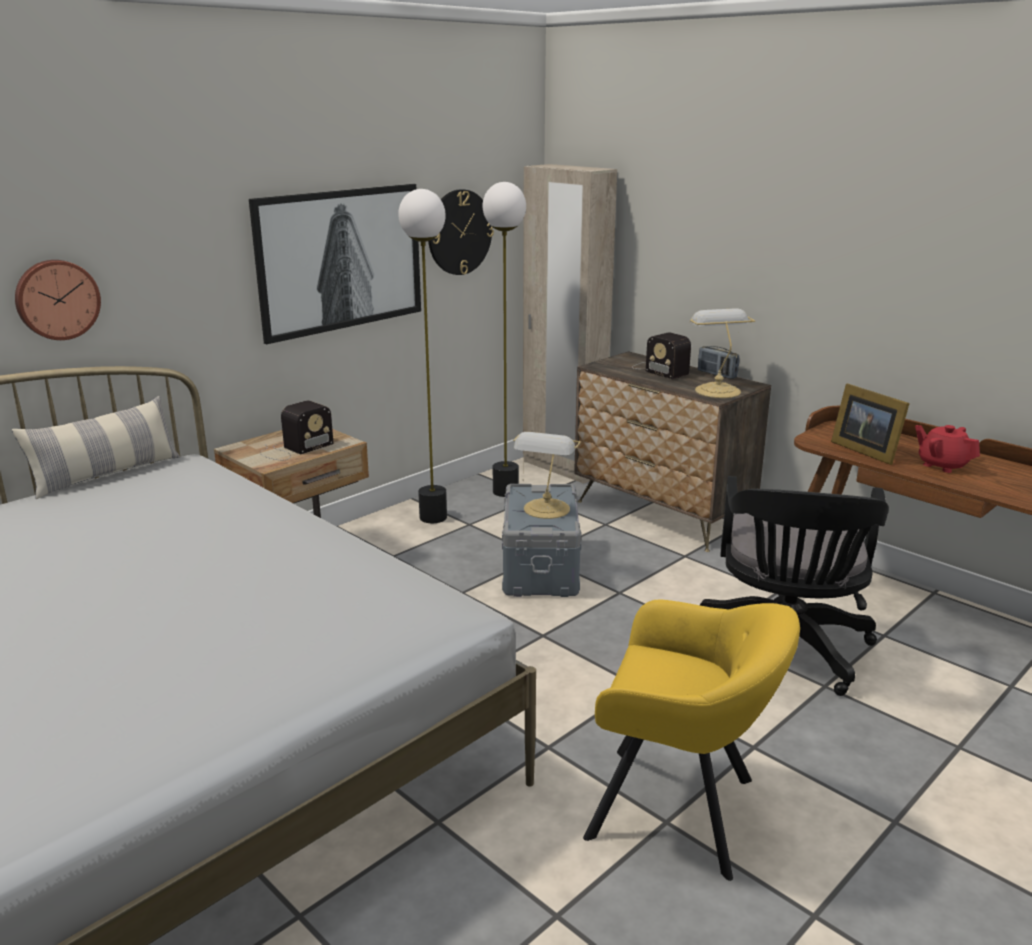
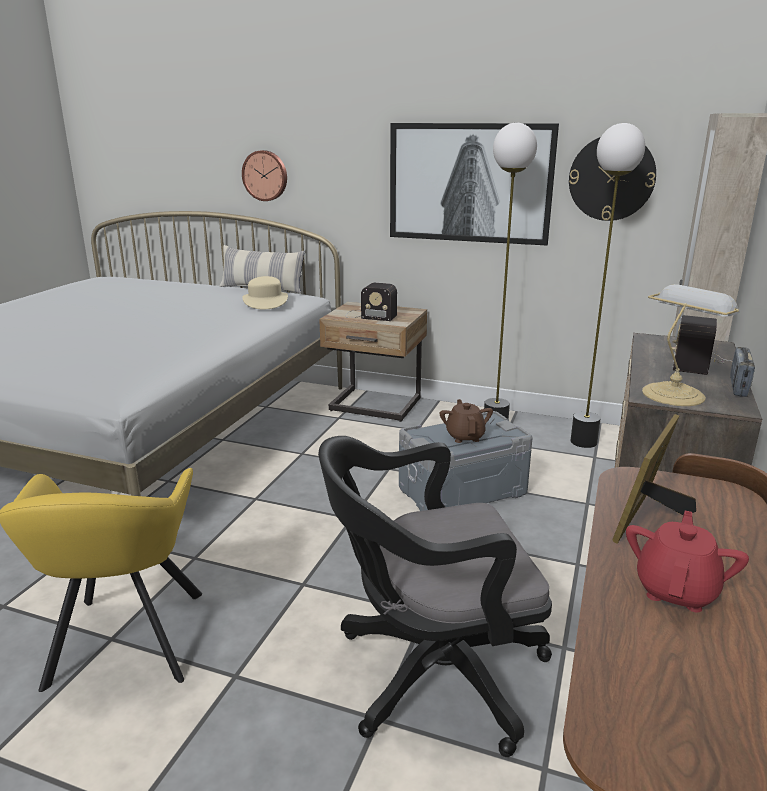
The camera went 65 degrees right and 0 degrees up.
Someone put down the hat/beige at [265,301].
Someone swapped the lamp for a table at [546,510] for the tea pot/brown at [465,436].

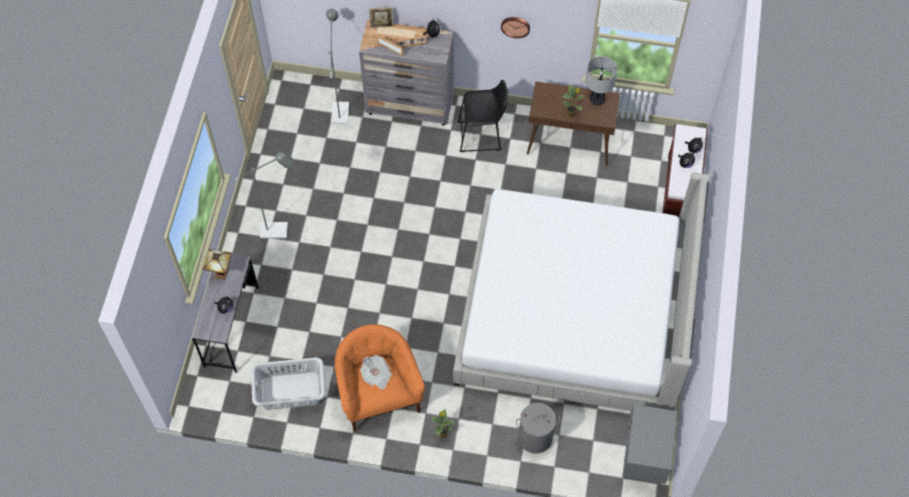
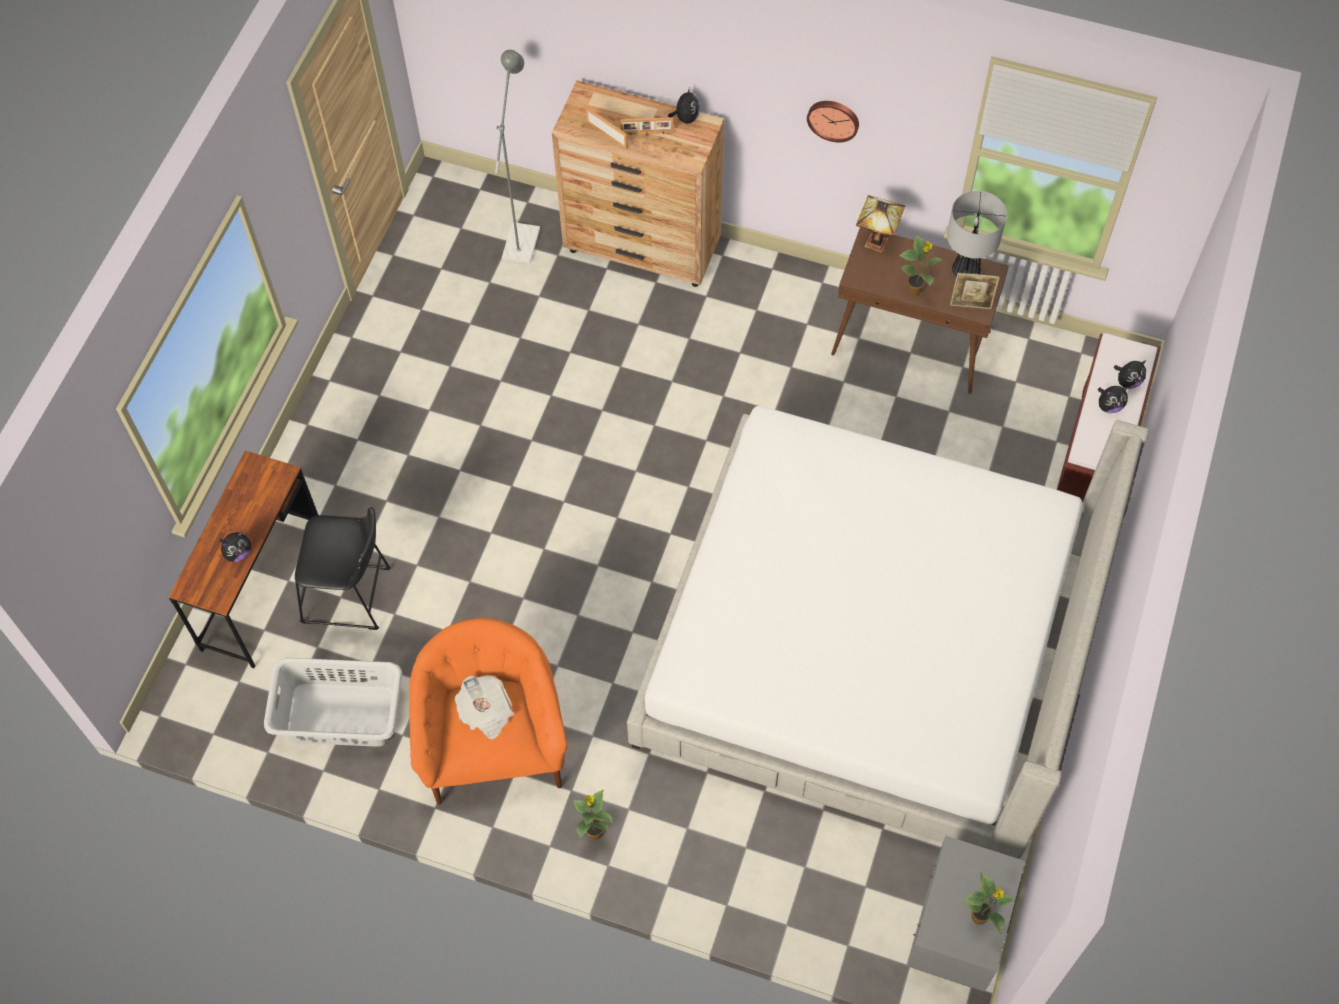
The camera went 10 degrees right and 0 degrees up.
Someone took away the standard lamp/gray at [279,230].
Someone took away the washing basket/gray at [535,437].
Someone put down the houseplant at [980,917].
Someone carried the lamp for a table from [220,272] to [875,241].
Someone carried the picture frame from [381,26] to [971,305].
Someone carried the stool seat/blackish from [482,136] to [352,596].
Someone repainted the desk table/gray at [231,327], which became the desk table/brown at [262,587].
Someone repainted the chest of drawers/gray at [410,106], which became the chest of drawers/brown at [643,247].

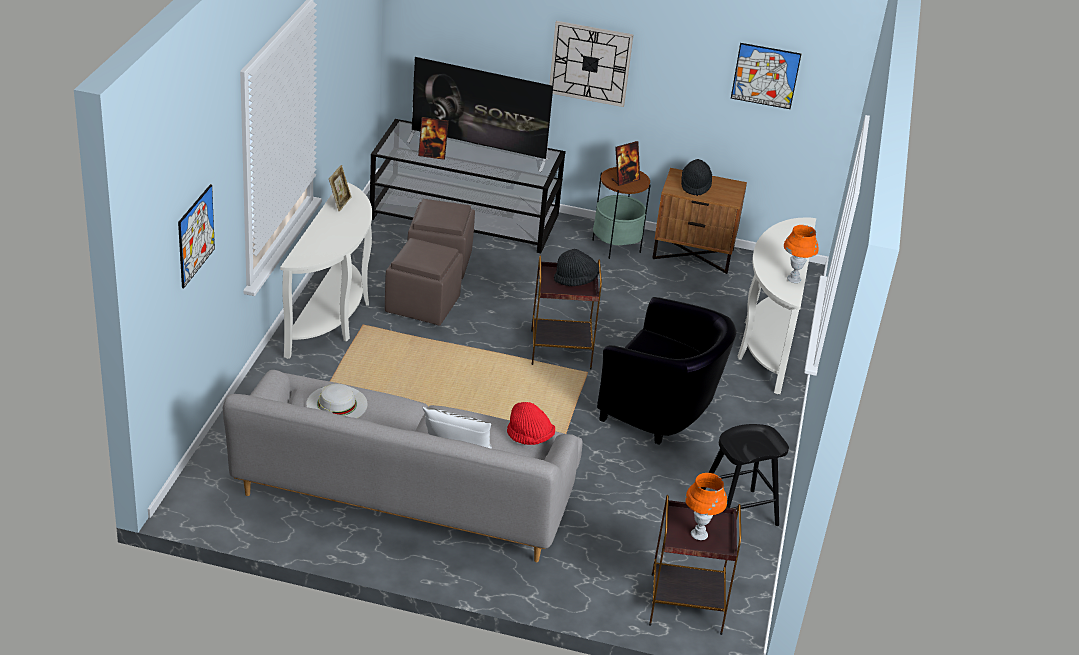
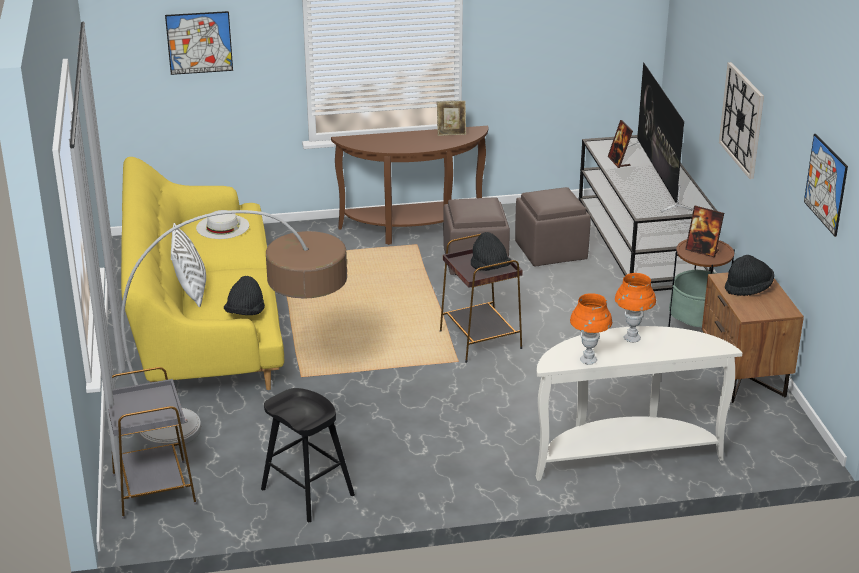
The camera went 70 degrees right and 5 degrees down.
Someone took away the lounge chair/blackish at [661,412].
Someone put down the standard lamp at [255,421].
Someone carried the lamp for a table/orangey from [699,534] to [632,338].
Someone repainted the settee/gray at [404,495], which became the settee/yellow-coloured at [205,320].
Someone repainted the hall table/white-coloured at [333,317], which became the hall table/brown at [414,231].
Someone repainted the hat/red at [530,438], which became the hat/blackish at [245,313].
Someone repainted the side table/brown at [685,603], which became the side table/gray at [154,489].

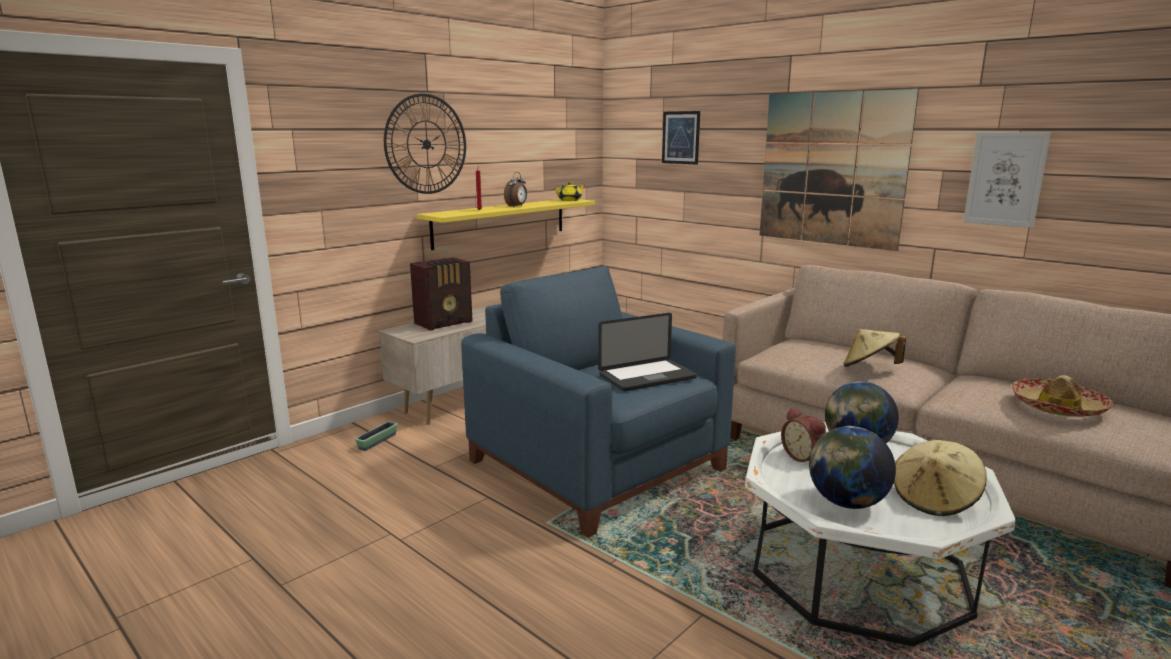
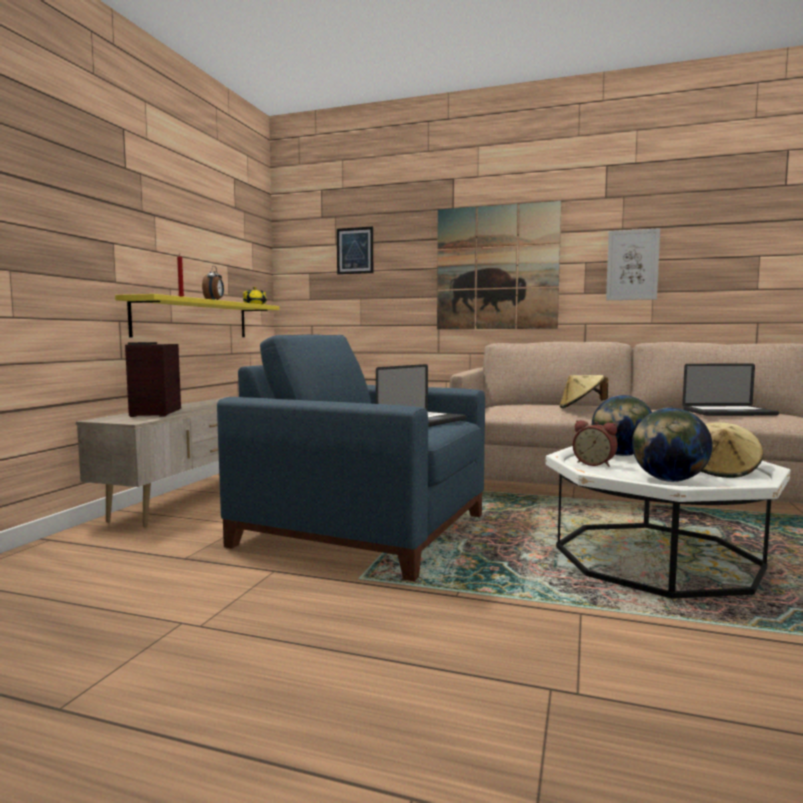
The camera went 25 degrees left and 10 degrees down.
Someone took away the planter at [377,441].
Someone took away the wall clock at [426,144].
Someone swapped the hat at [1058,407] for the laptop at [728,412].
Someone rotated the radio receiver at [445,323] by 150 degrees clockwise.

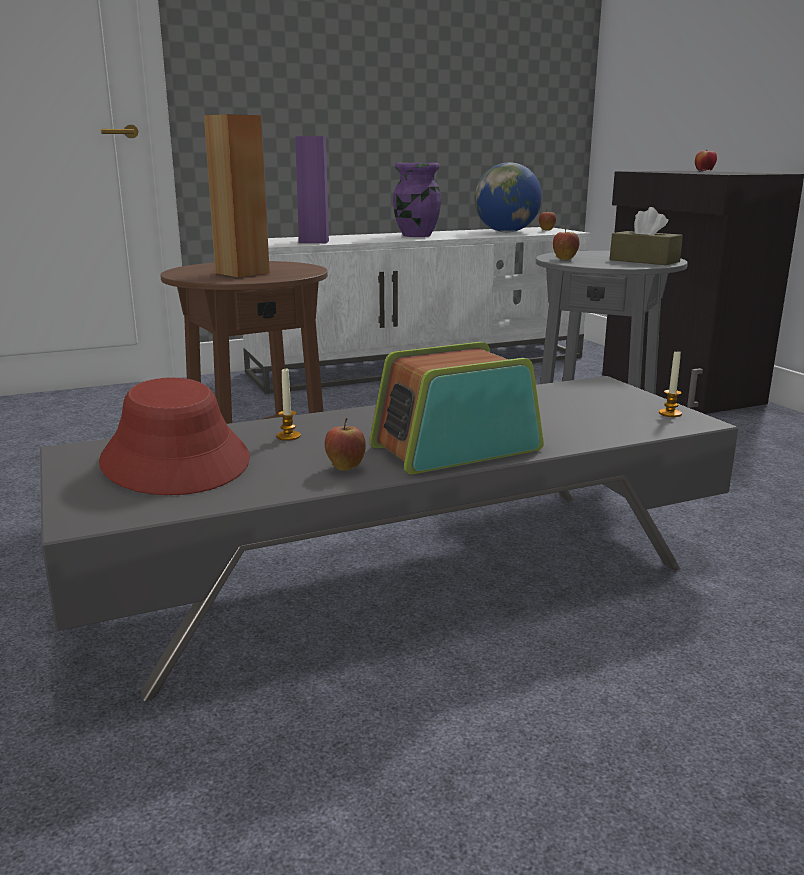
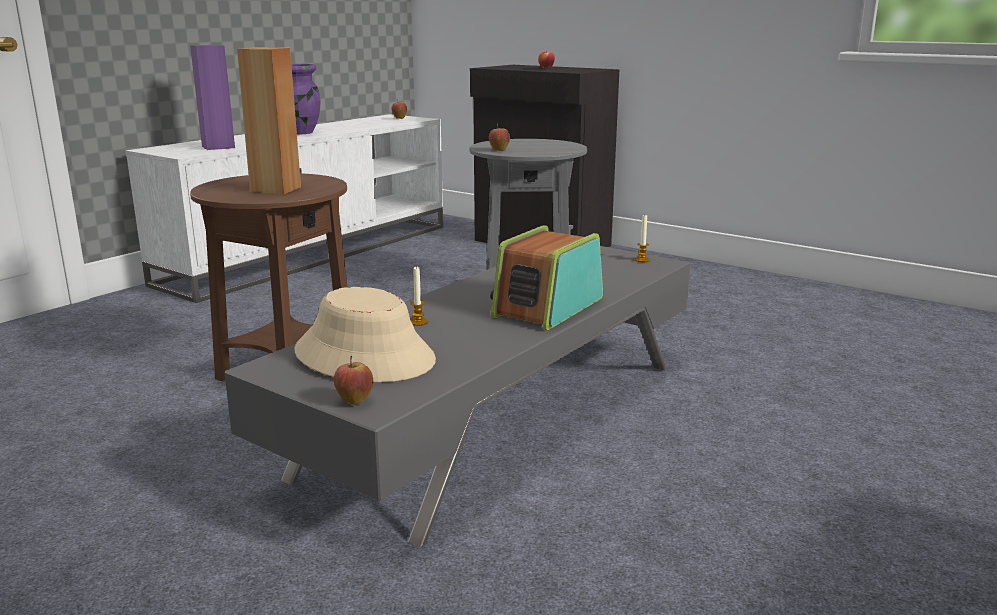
The camera went 30 degrees left and 0 degrees up.
Someone took away the desk globe at [506,232].
Someone took away the tissue holder/brown at [644,261].
Someone carried the apple from [345,468] to [354,401].
Someone repainted the hat/red at [176,460], which became the hat/beige at [365,356].

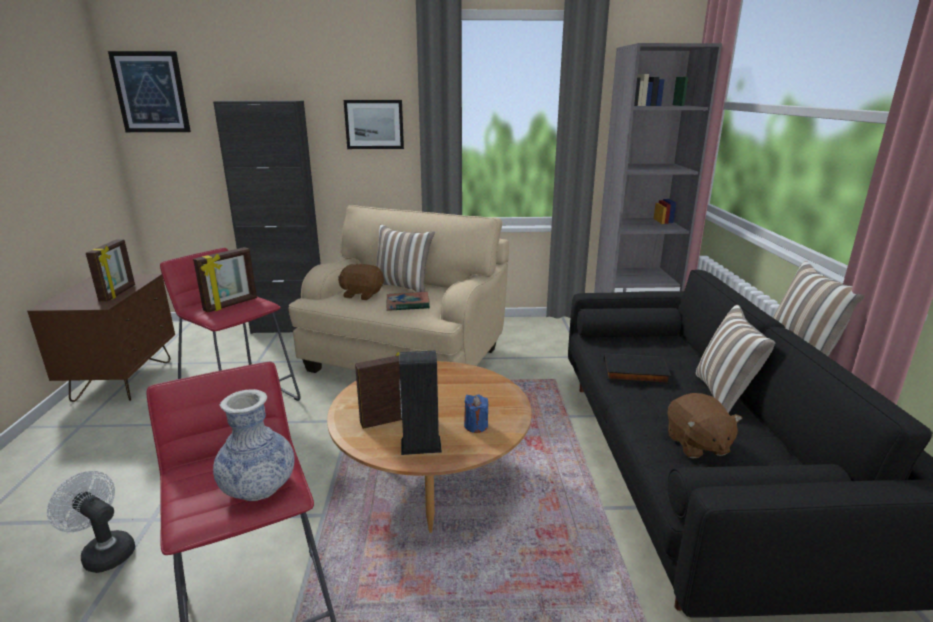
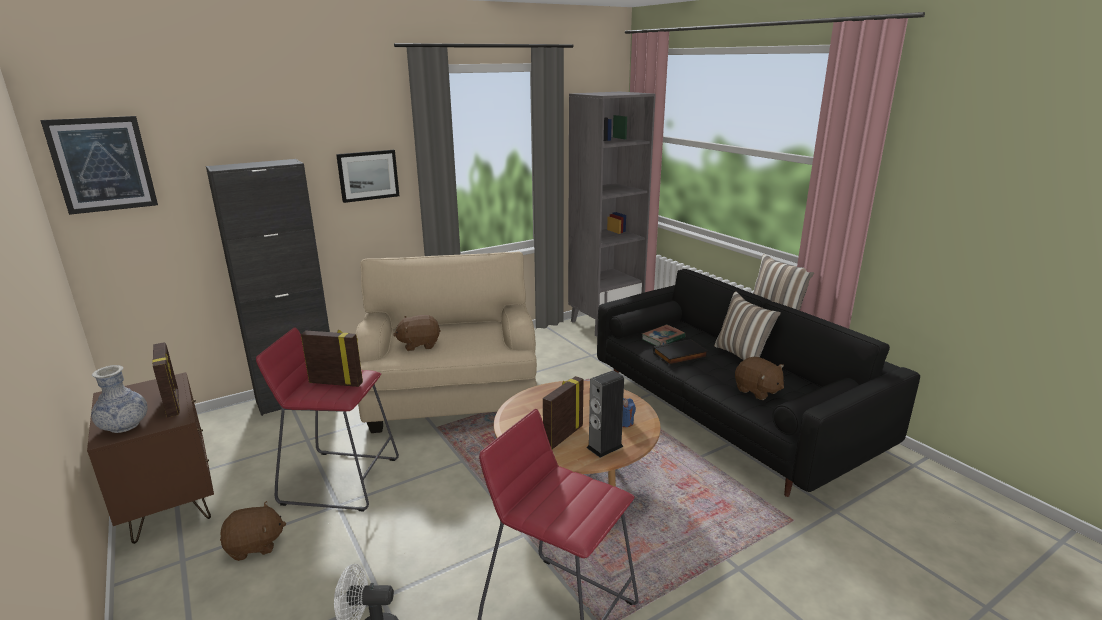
The camera went 30 degrees left and 0 degrees up.
Someone took away the cushion at [403,286].
Someone put down the soft toy/brown at [255,546].
Someone carried the vase from [259,487] to [124,426].
Someone carried the bound book from [407,304] to [663,338].
Someone rotated the picture frame at [231,305] by 90 degrees counterclockwise.

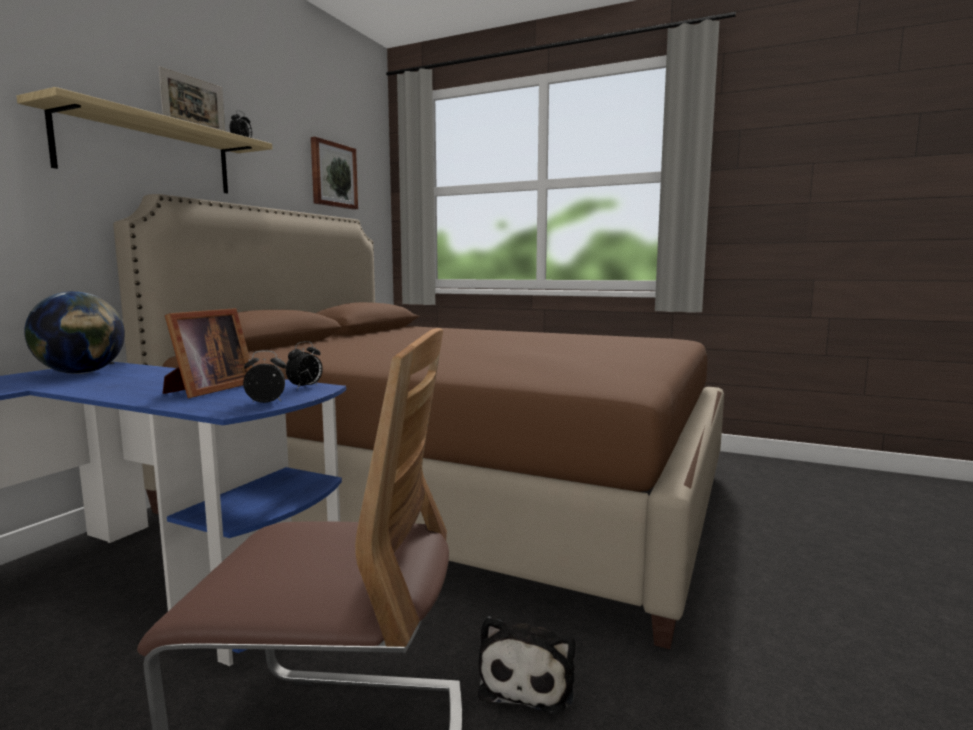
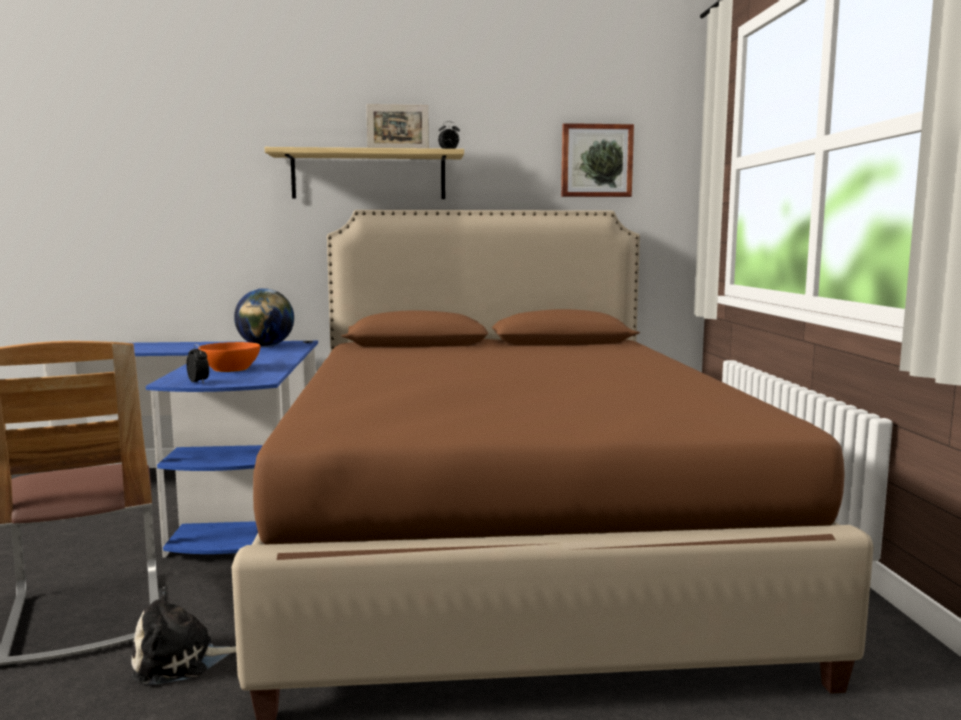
The camera went 60 degrees right and 0 degrees up.
Someone took away the alarm clock at [305,387].
Someone swapped the picture frame at [208,390] for the serving bowl/orangey at [231,369].

